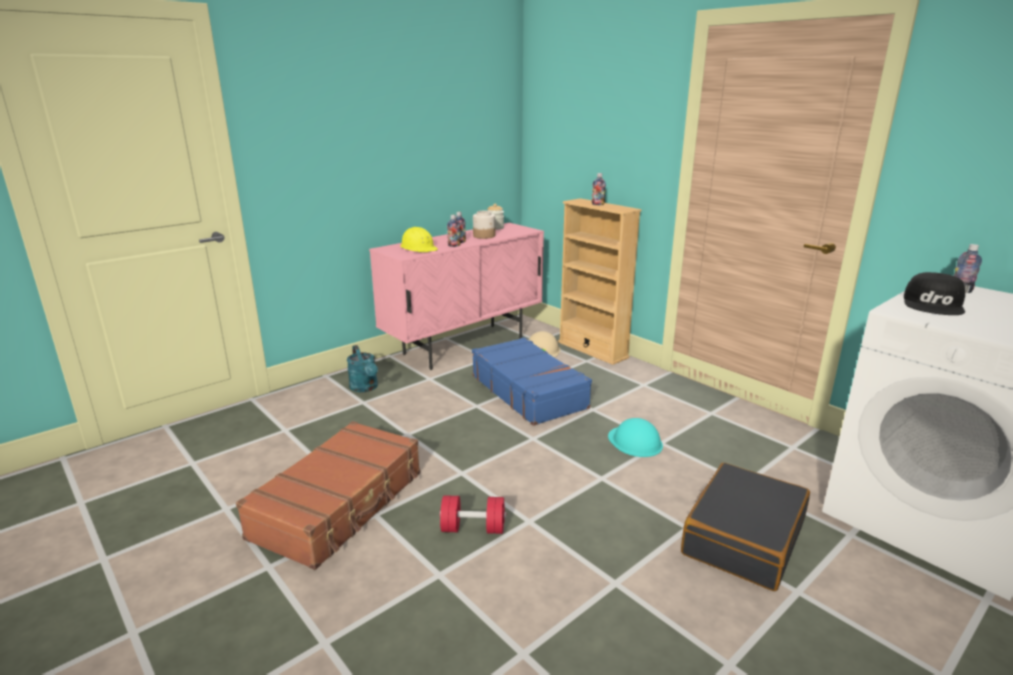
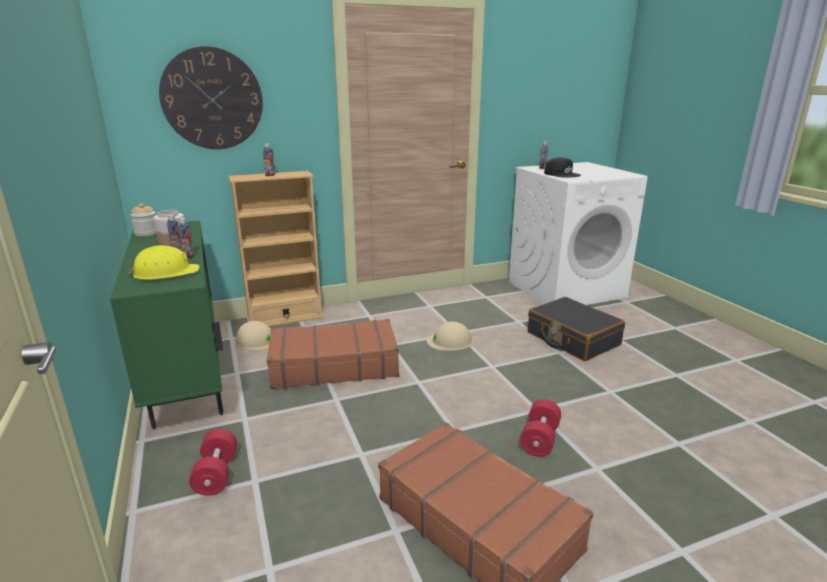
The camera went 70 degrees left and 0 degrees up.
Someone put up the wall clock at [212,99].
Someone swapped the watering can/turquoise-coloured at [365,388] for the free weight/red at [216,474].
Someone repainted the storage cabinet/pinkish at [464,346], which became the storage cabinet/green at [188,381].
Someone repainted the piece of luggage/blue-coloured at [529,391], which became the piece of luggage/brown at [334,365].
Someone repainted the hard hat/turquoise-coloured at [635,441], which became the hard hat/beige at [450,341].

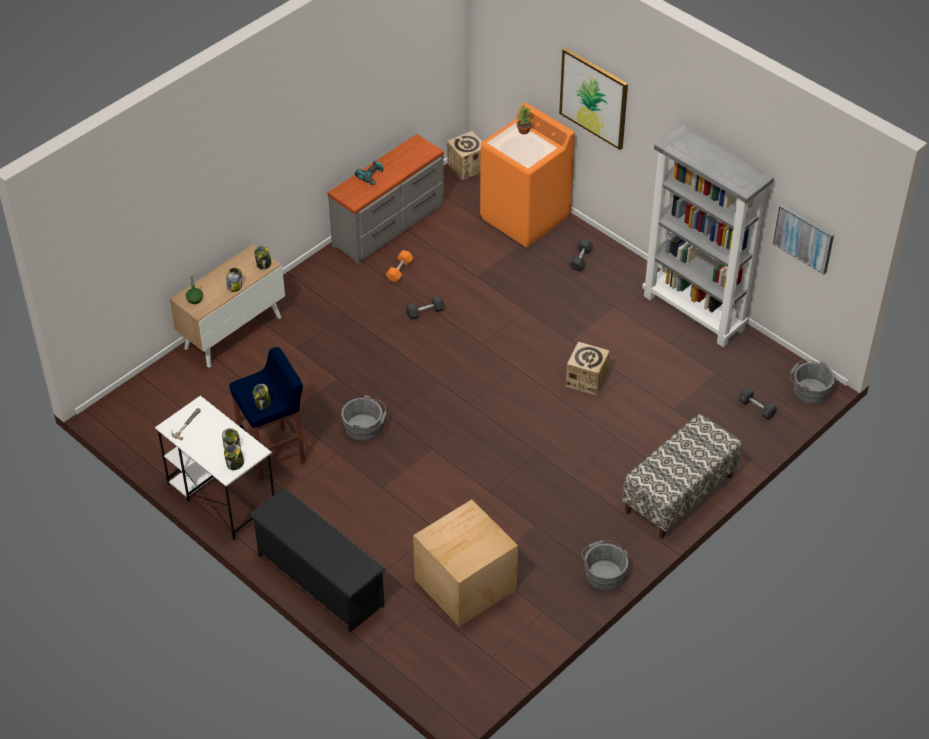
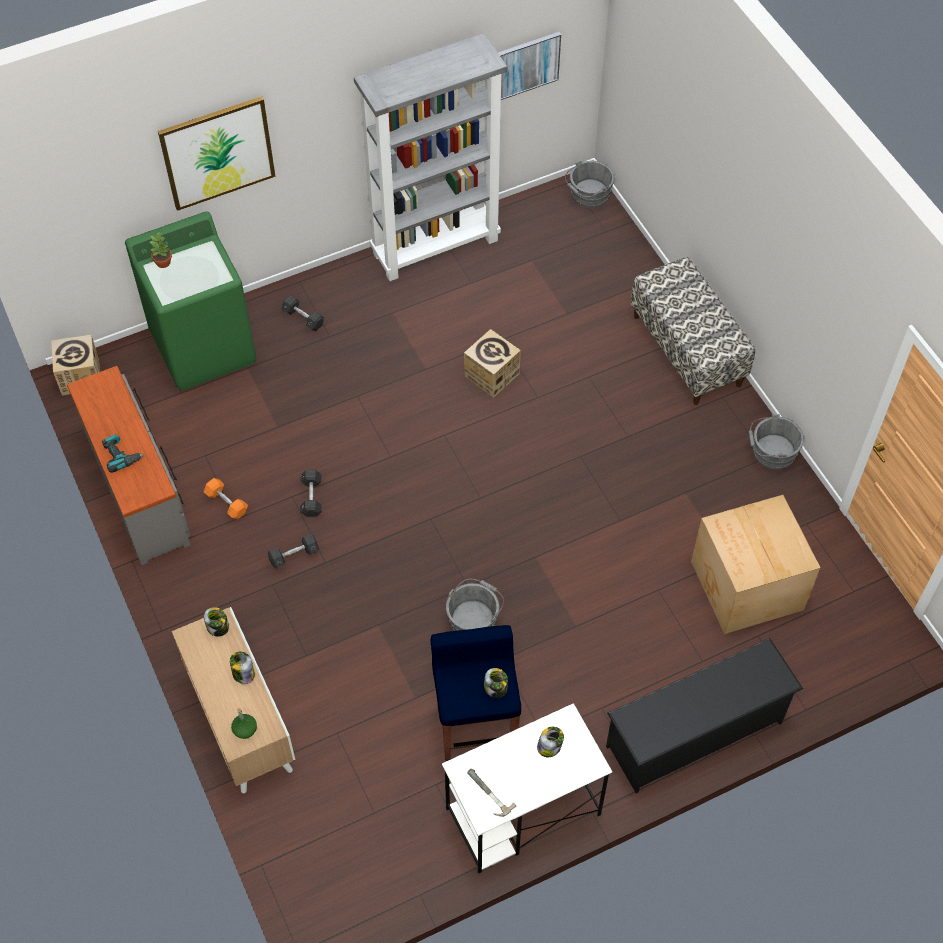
The camera went 70 degrees left and 10 degrees up.
Someone took away the storage jar at [235,464].
Someone carried the free weight/gray from [756,408] to [294,555].
Someone repainted the laundry machine/orangey at [525,217], which became the laundry machine/green at [204,347].

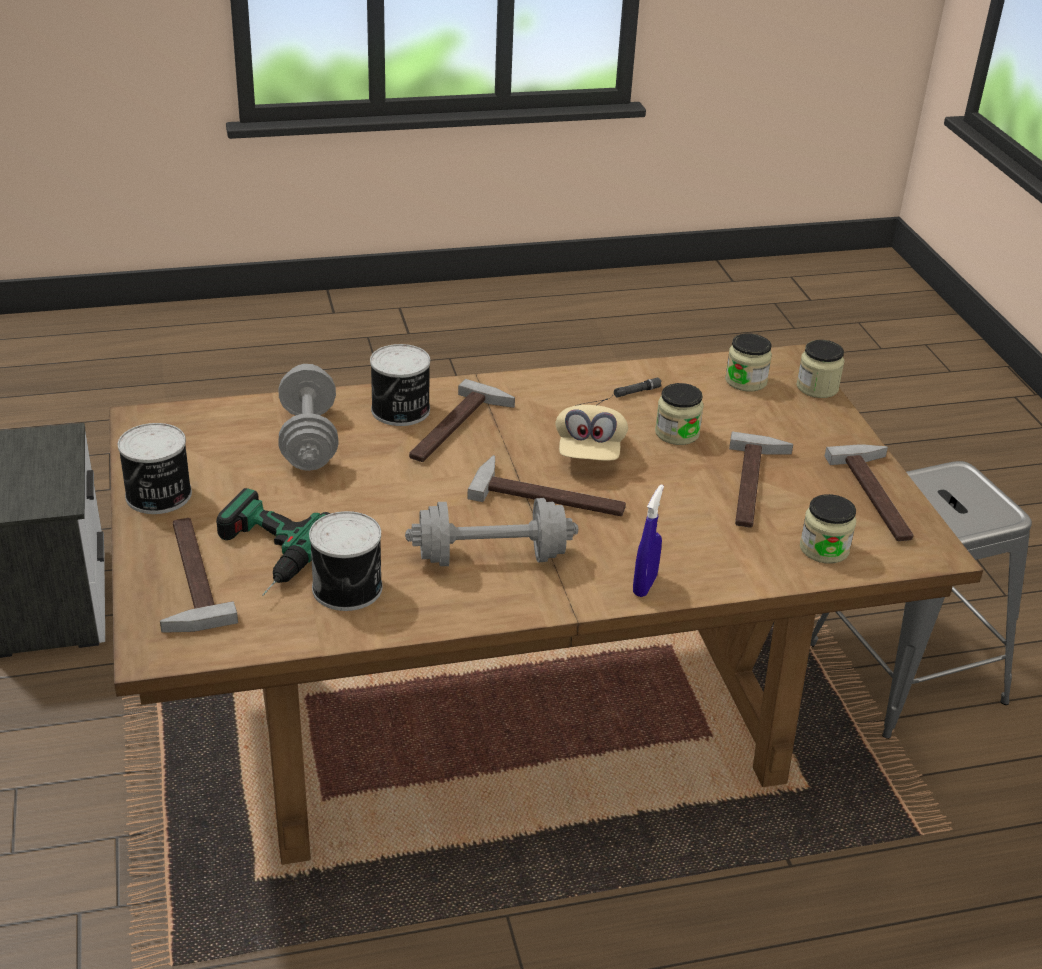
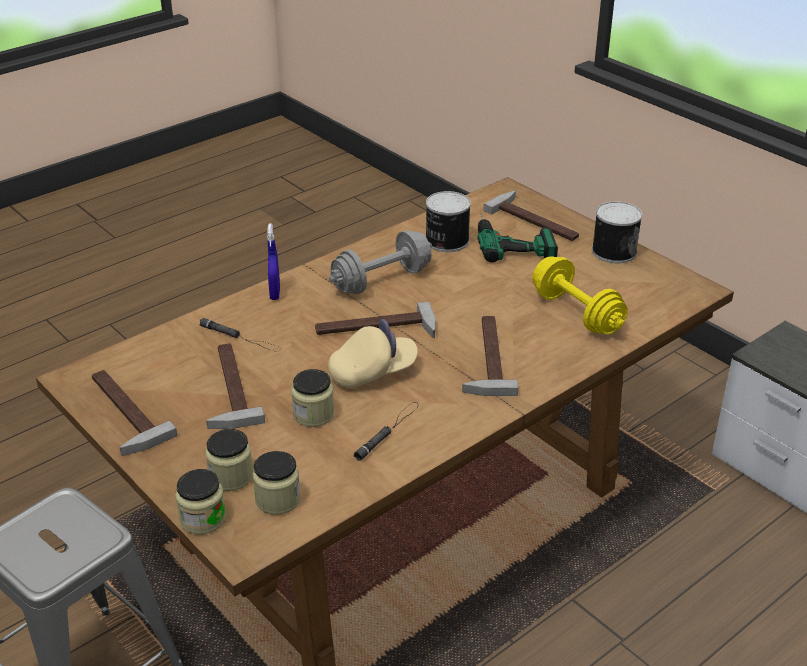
The camera went 155 degrees right and 0 degrees up.
Someone took away the sealed can at [401,411].
Someone put down the torch/blackish at [240,338].
Someone carried the storage jar from [824,549] to [231,476].
Someone repainted the free weight/gray at [309,439], which became the free weight/yellow-coloured at [576,313].
Someone rotated the baseball cap/beige at [589,452] by 90 degrees clockwise.

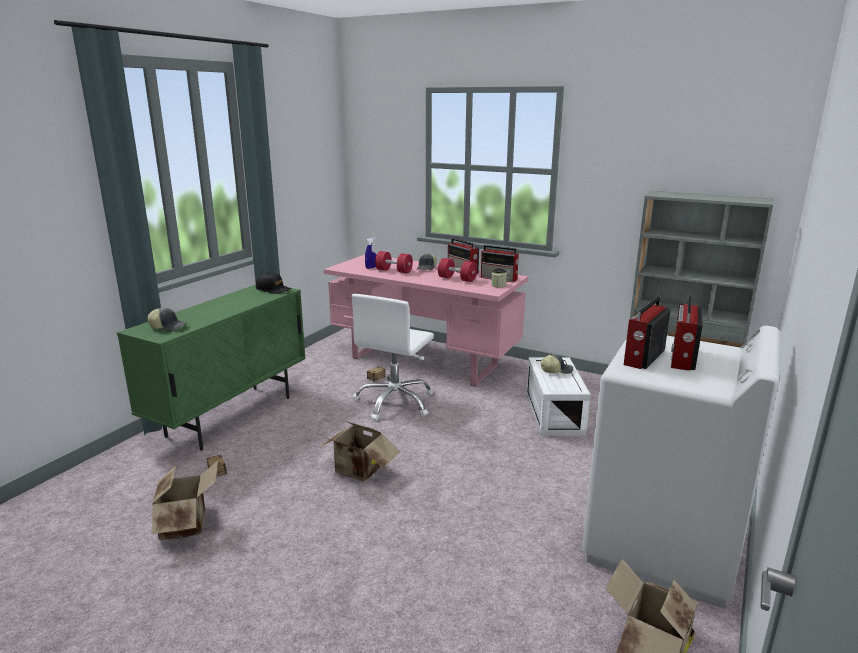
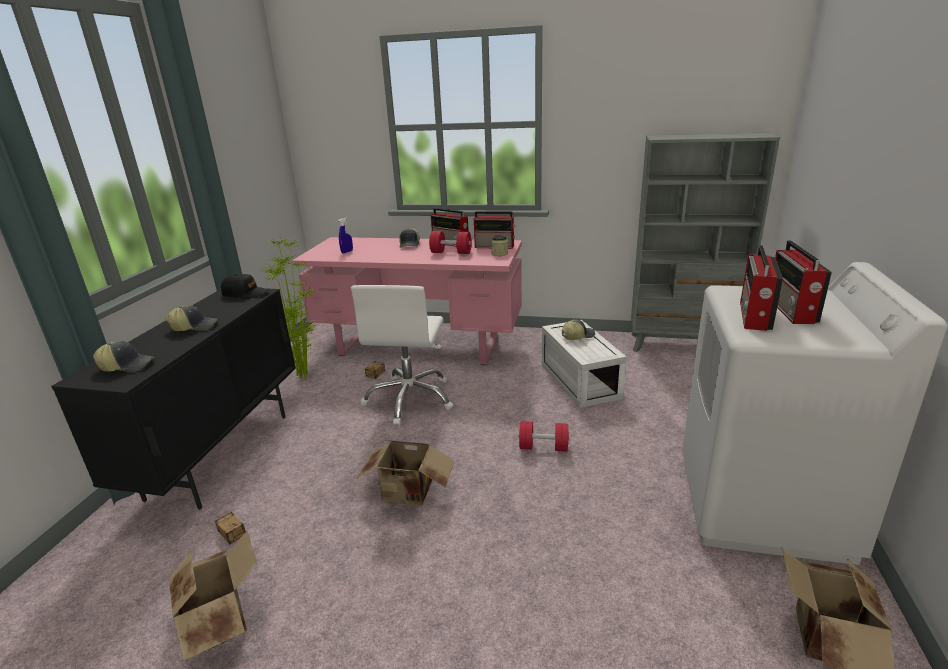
The camera went 15 degrees left and 5 degrees up.
Someone put down the baseball cap at [195,327].
Someone put down the houseplant at [305,376].
Someone carried the free weight/red from [394,271] to [543,447].
Someone repainted the storage cabinet/green at [231,416], which became the storage cabinet/blackish at [221,454].

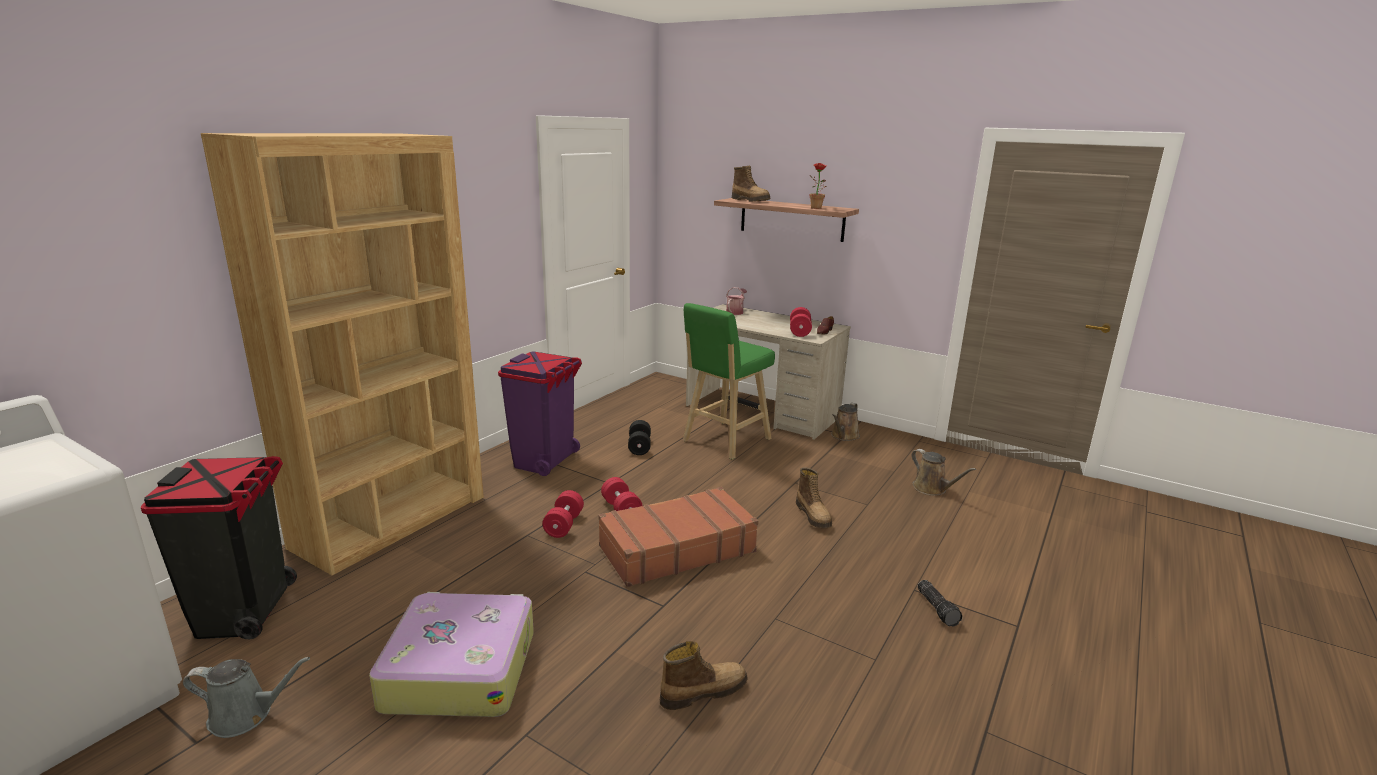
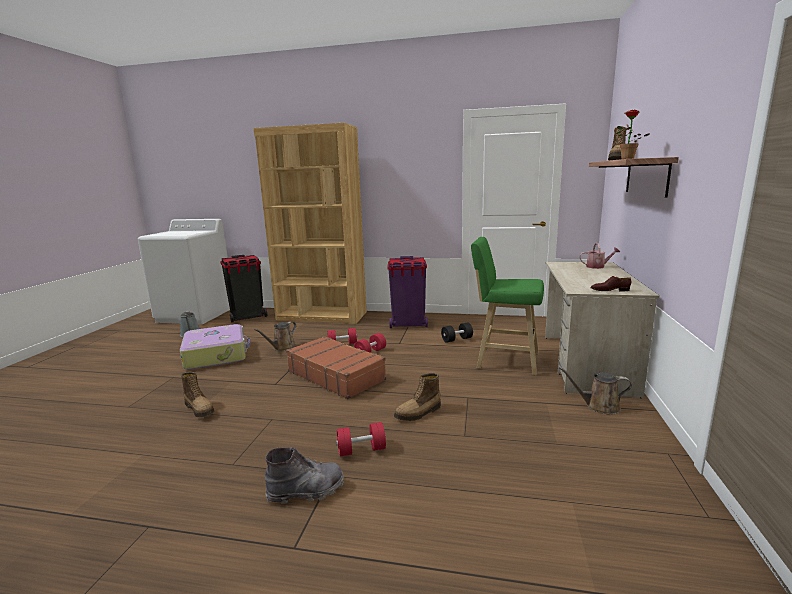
The camera went 70 degrees right and 5 degrees down.
Someone carried the free weight/red from [799,331] to [361,450].
Someone carried the watering can/brown from [932,489] to [282,347].
Someone swapped the torch at [938,609] for the boot/gray at [306,491].

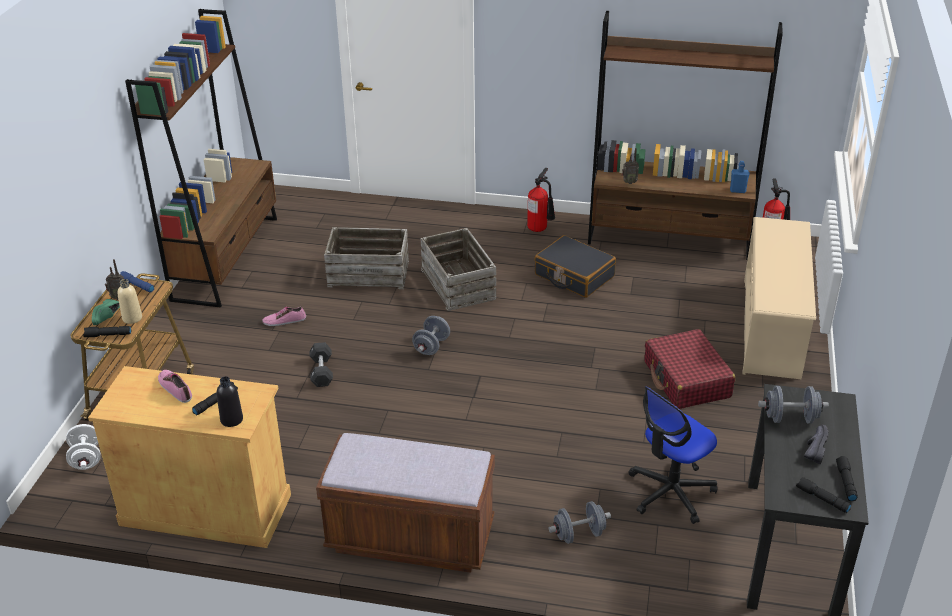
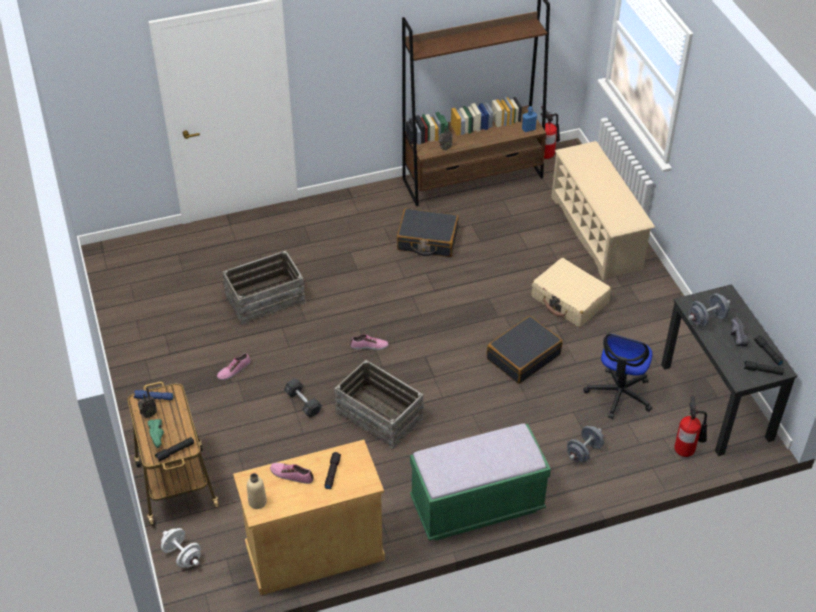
The camera went 30 degrees left and 10 degrees up.
Someone took away the bookcase/brown at [226,258].
Someone took away the drink bottle/blackish at [231,419].
Someone put down the piece of luggage/blackish at [523,356].
Someone carried the drink bottle/beige from [132,318] to [257,502].
Someone carried the crate from [459,284] to [380,415].
Someone carried the extinguisher from [540,229] to [687,450].
Someone swapped the free weight/gray at [431,346] for the low shoe at [369,346].
Someone repainted the indoor bench/brown at [410,538], which became the indoor bench/green at [477,506].
Someone repainted the piece of luggage/red at [686,380], which became the piece of luggage/beige at [569,300].

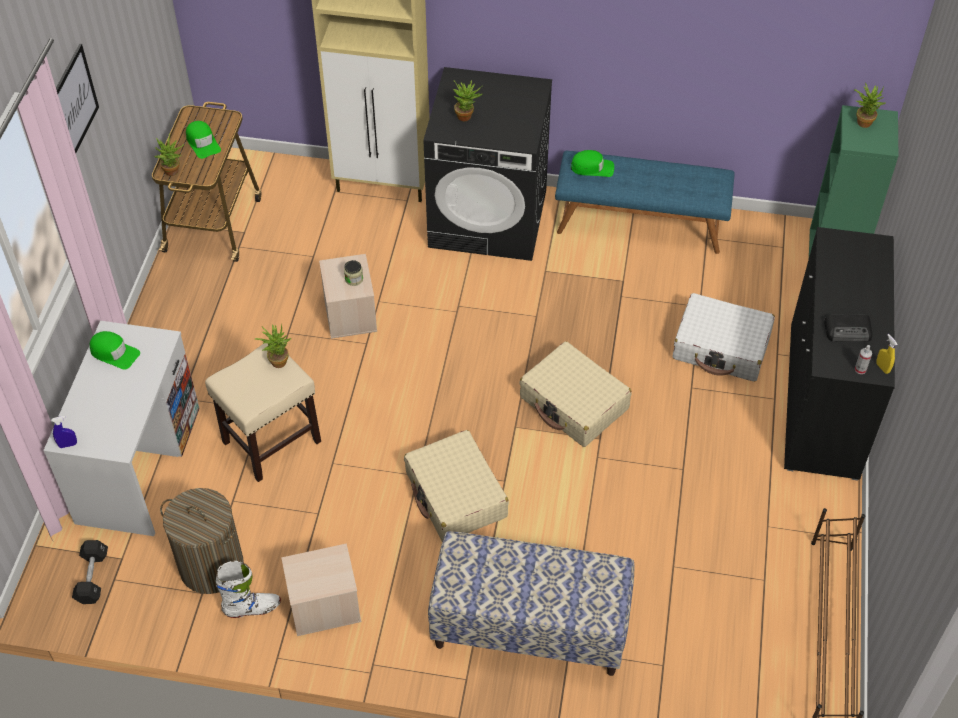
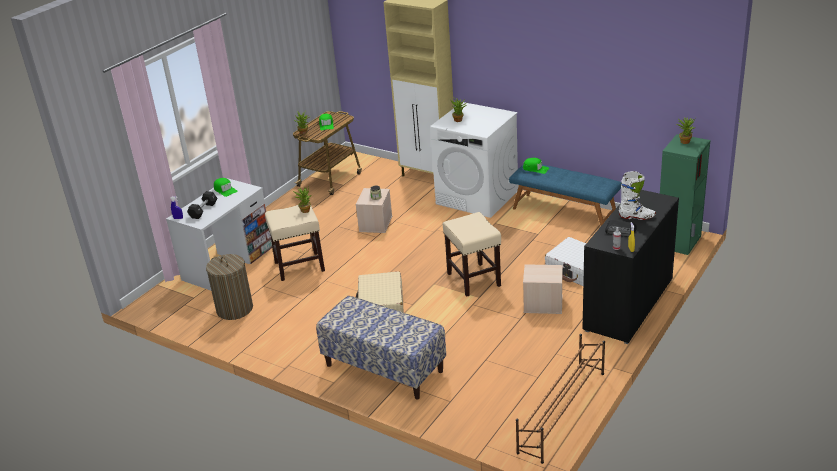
The camera went 25 degrees right and 20 degrees down.
Someone took away the picture at [74,102].
Someone carried the free weight/blackish from [92,577] to [203,210].
Someone carried the boot/white-coloured from [252,608] to [636,217].
Someone carried the storage box/beige from [323,606] to [542,304].
Someone swapped the piece of luggage/beige at [574,403] for the stool seat/beige at [474,280].
Someone repainted the laundry machine/blackish at [489,218], which became the laundry machine/white-coloured at [477,197].

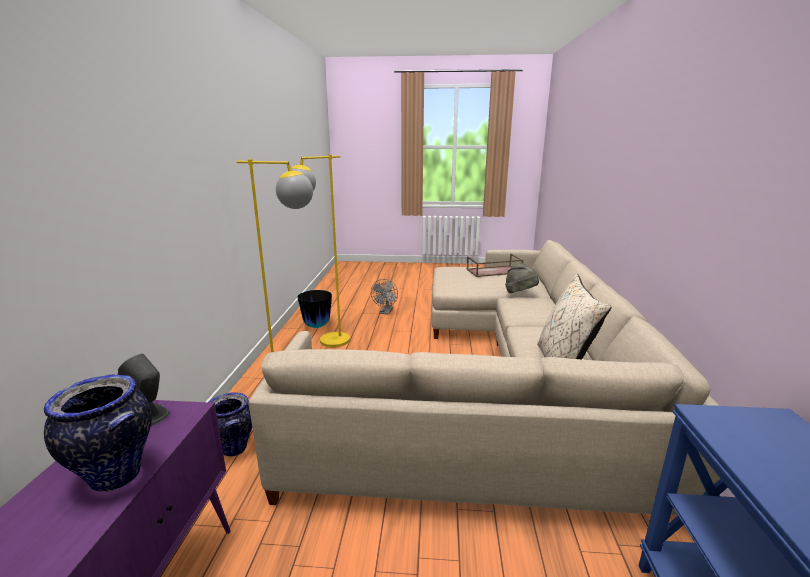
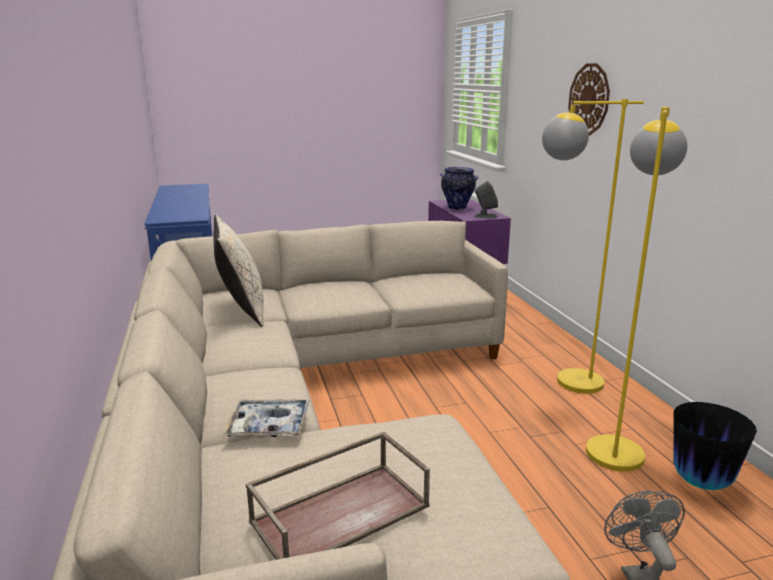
The camera went 160 degrees right and 0 degrees up.
Someone took away the vase at [233,448].
Someone put up the wall clock at [589,99].
Someone swapped the hat/gray at [520,294] for the serving tray at [269,426].

